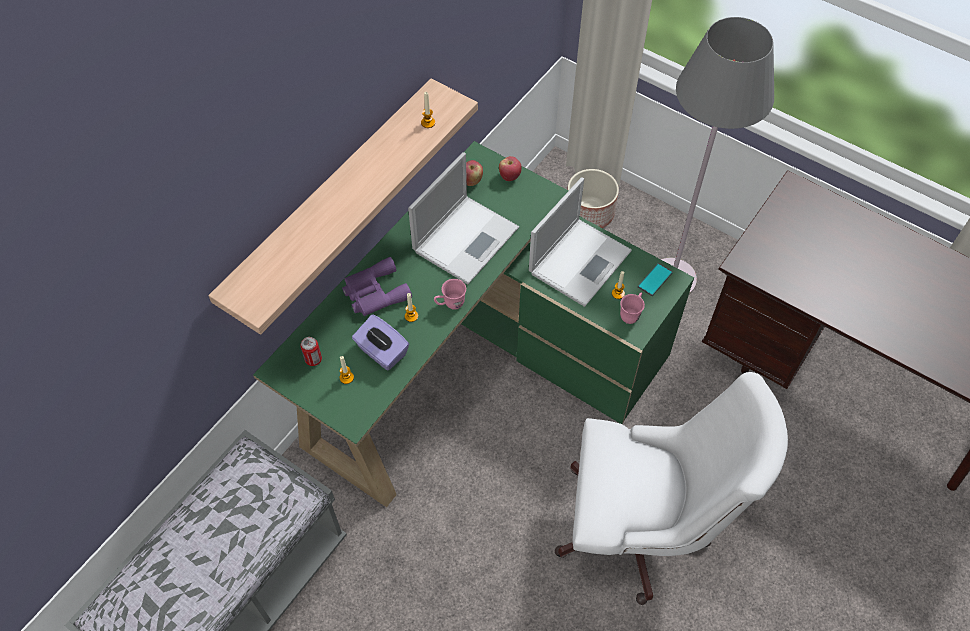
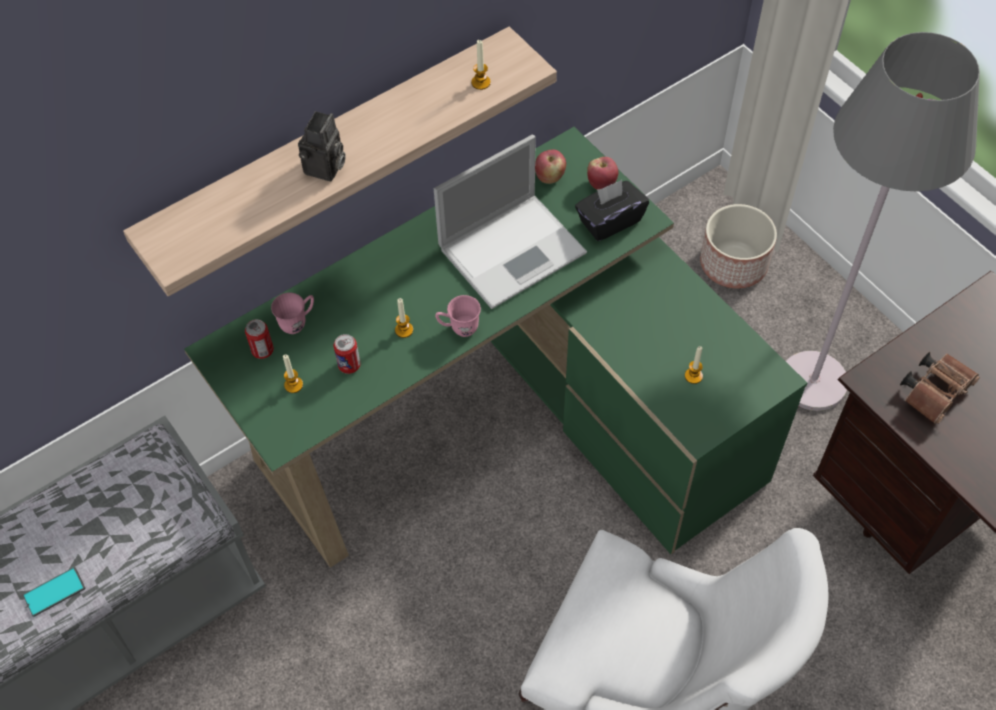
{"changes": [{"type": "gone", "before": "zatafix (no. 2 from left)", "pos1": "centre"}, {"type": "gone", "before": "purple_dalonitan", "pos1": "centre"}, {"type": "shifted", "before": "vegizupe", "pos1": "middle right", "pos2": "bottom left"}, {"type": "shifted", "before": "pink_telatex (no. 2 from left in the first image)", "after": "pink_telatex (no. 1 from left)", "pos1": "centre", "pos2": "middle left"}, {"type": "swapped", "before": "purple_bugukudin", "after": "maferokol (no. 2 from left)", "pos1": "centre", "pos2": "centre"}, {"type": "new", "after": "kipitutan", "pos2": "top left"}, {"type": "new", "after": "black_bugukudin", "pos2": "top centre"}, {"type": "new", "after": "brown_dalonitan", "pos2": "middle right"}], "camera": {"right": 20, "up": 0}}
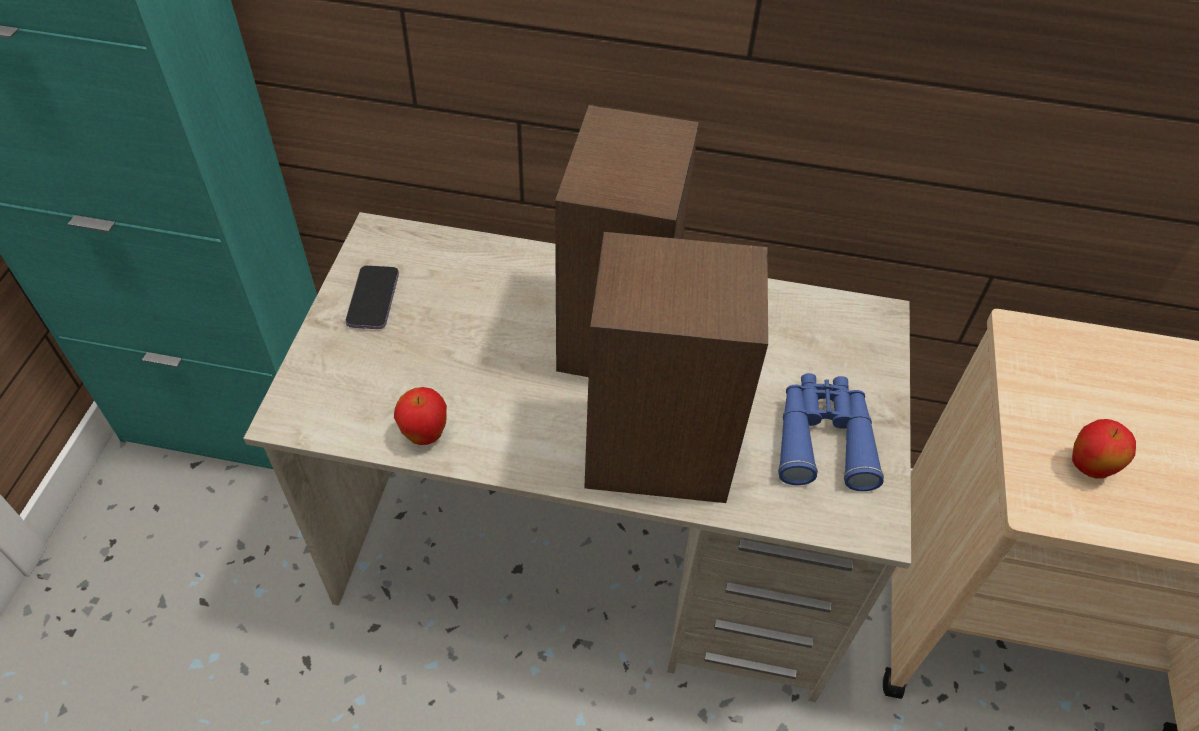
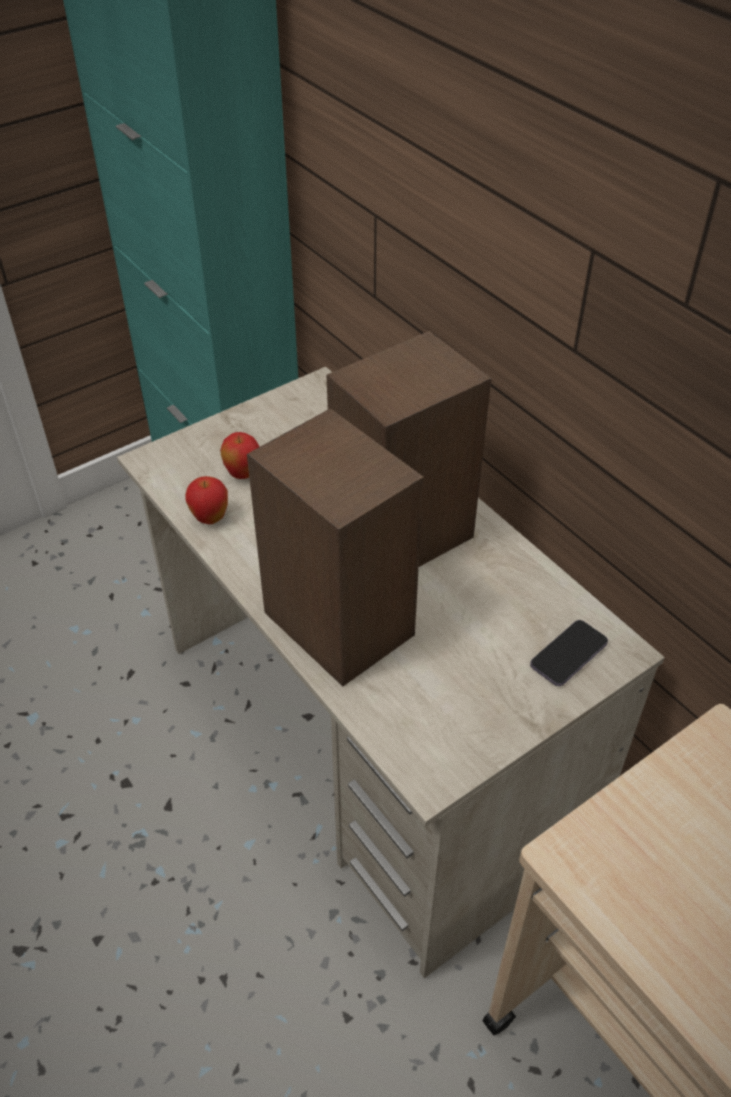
{"changes": [{"type": "shifted", "before": "vegizupe", "pos1": "middle left", "pos2": "middle right"}, {"type": "gone", "before": "blue_dalonitan", "pos1": "middle right"}, {"type": "shifted", "before": "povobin (no. 2 from left)", "pos1": "middle right", "pos2": "middle left"}], "camera": {"right": 45, "up": -5}}
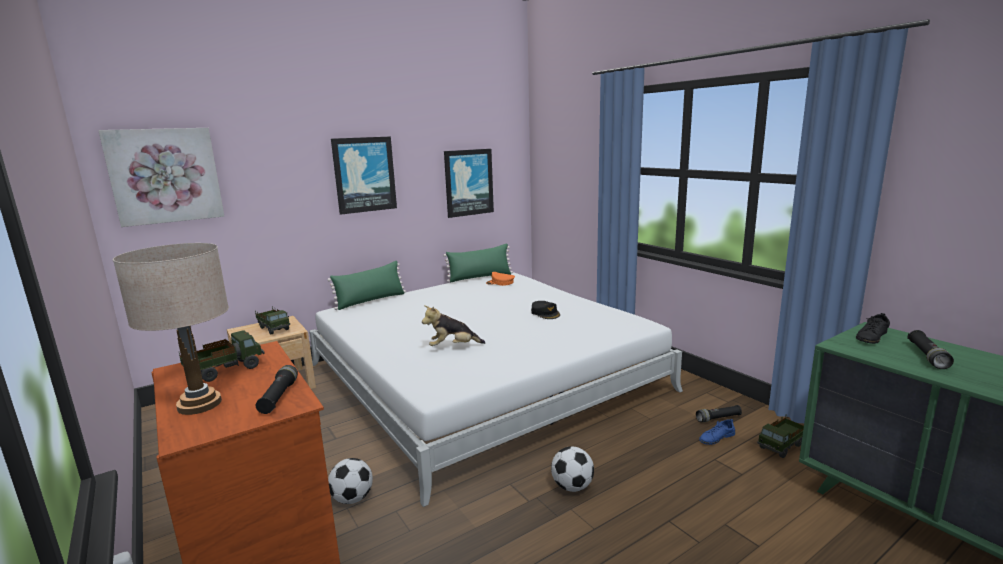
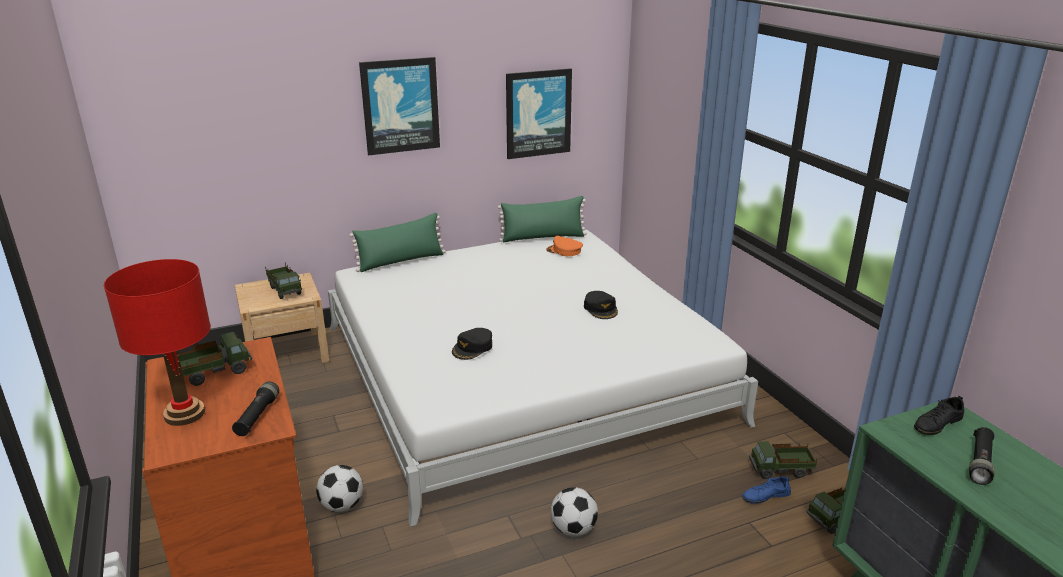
{"changes": [{"type": "gone", "before": "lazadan (no. 1 from left)", "pos1": "top left"}, {"type": "repainted", "before": "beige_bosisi", "after": "red_bosisi", "pos1": "middle left", "pos2": "middle left"}, {"type": "swapped", "before": "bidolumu", "after": "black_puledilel (no. 1 from left)", "pos1": "centre", "pos2": "centre"}, {"type": "swapped", "before": "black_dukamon (no. 2 from left)", "after": "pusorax (no. 3 from left)", "pos1": "bottom right", "pos2": "bottom right"}], "camera": {"right": 10, "up": 10}}
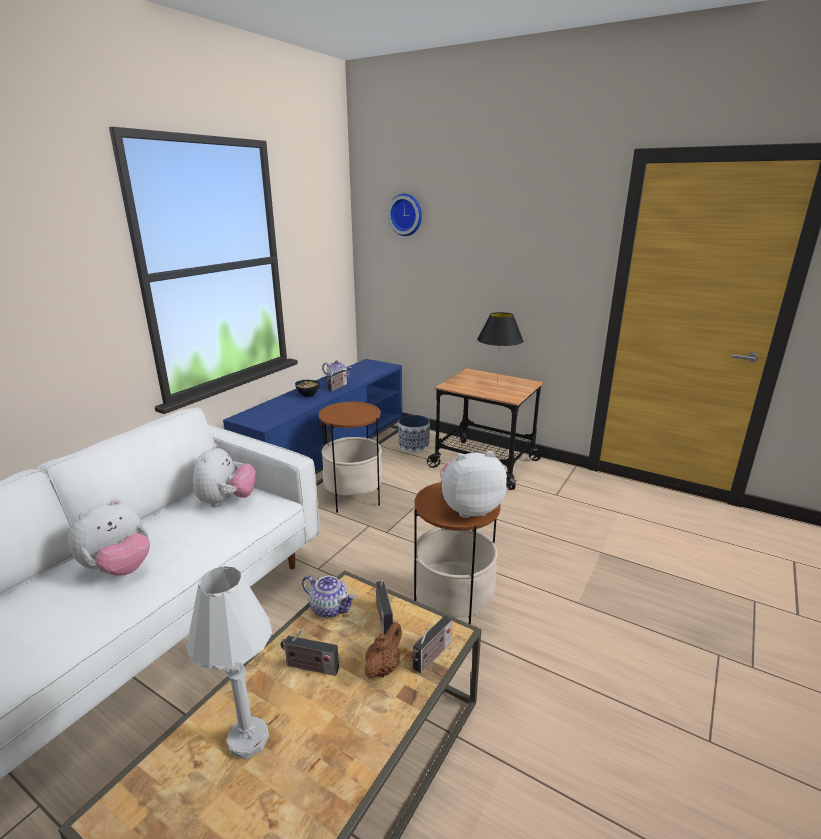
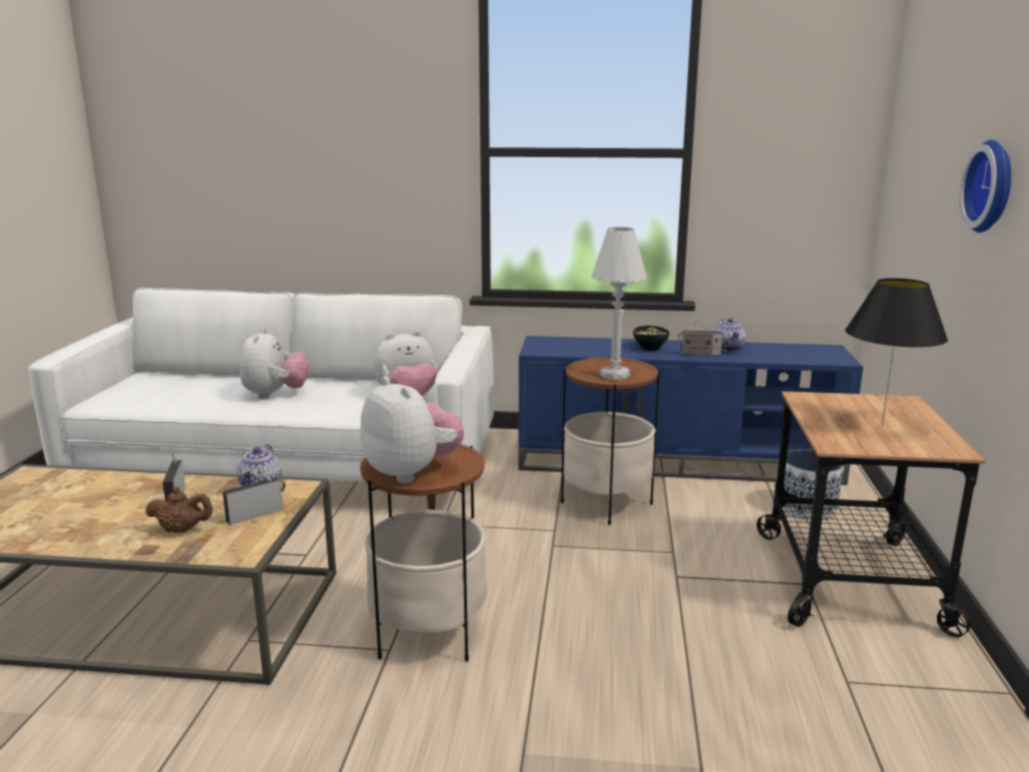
{"changes": [{"type": "shifted", "before": "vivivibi", "pos1": "top centre", "pos2": "top right"}, {"type": "rotated", "before": "bidolumu (no. 1 from left)", "pos1": "middle left", "pos2": "middle left", "turn": -105}, {"type": "shifted", "before": "white_bosisi", "pos1": "bottom left", "pos2": "centre"}, {"type": "gone", "before": "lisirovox (no. 4 from left)", "pos1": "bottom centre"}], "camera": {"right": 65, "up": -5}}
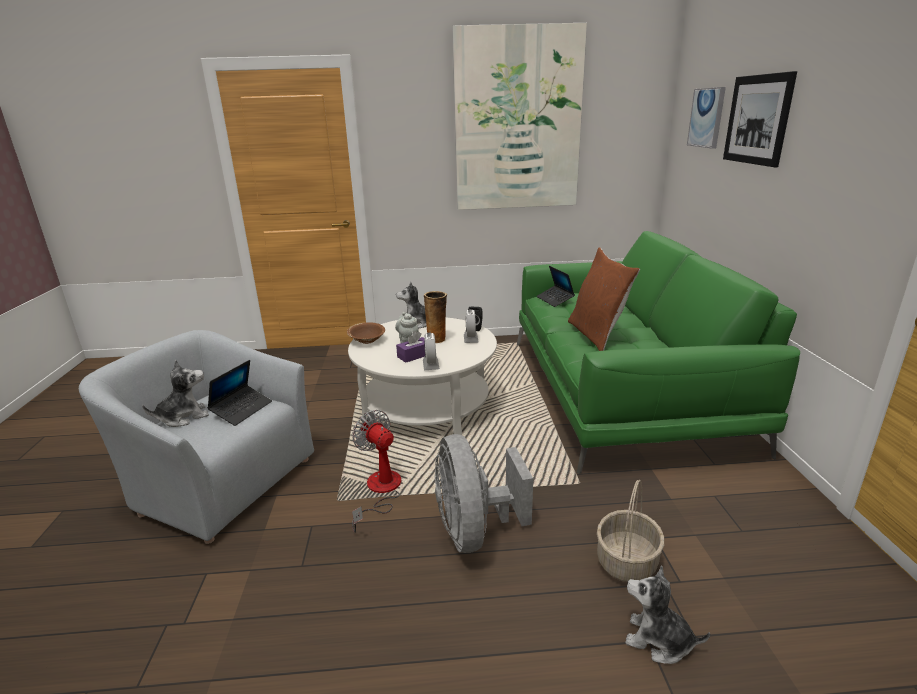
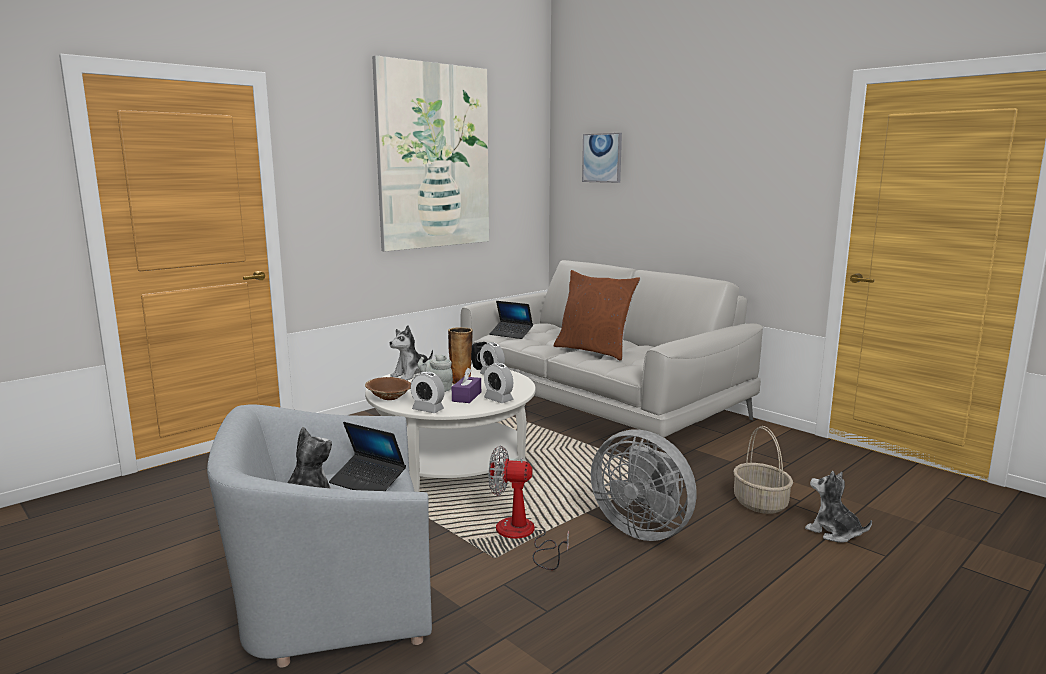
{"changes": [{"type": "gone", "before": "lazadan (no. 3 from left)", "pos1": "top right"}, {"type": "repainted", "before": "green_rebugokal", "after": "grey_rebugokal", "pos1": "middle right", "pos2": "centre"}, {"type": "rotated", "before": "zatafix (no. 1 from left)", "pos1": "middle left", "pos2": "bottom centre", "turn": 135}, {"type": "rotated", "before": "bidolumu (no. 3 from left)", "pos1": "bottom right", "pos2": "bottom right", "turn": 60}, {"type": "new", "after": "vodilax (no. 1 from left)", "pos2": "centre"}], "camera": {"right": -40, "up": -10}}
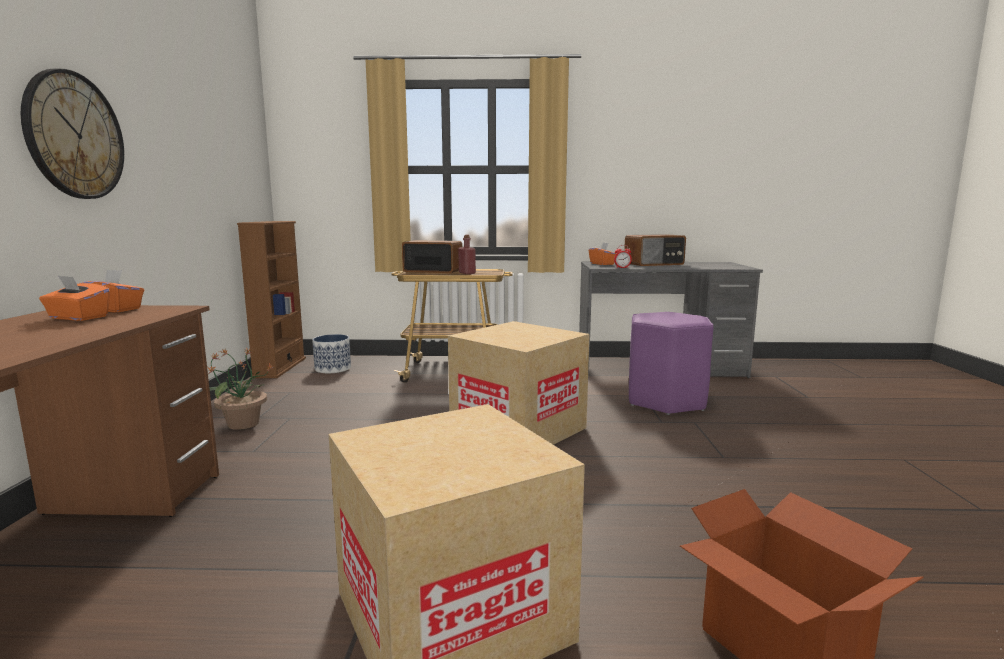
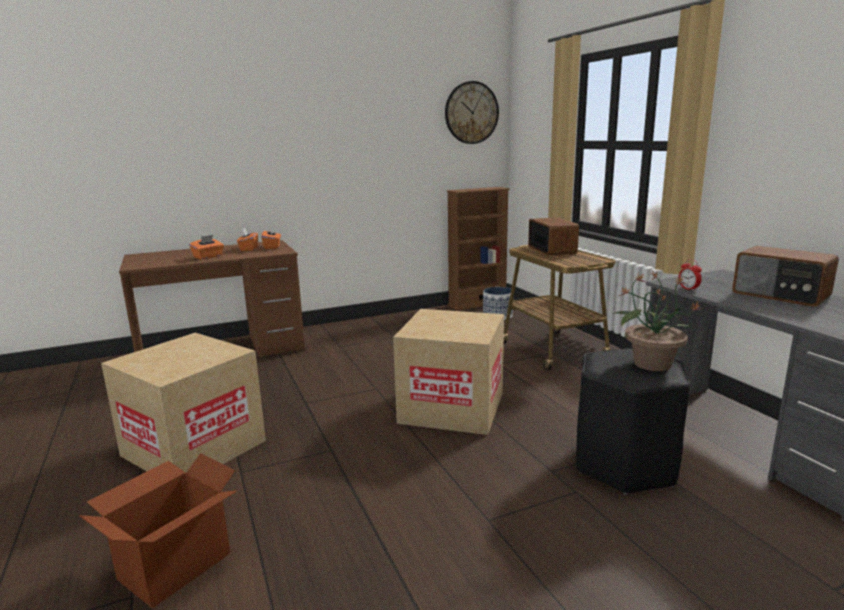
{"changes": [{"type": "shifted", "before": "vivivibi", "pos1": "top left", "pos2": "top centre"}, {"type": "gone", "before": "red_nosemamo", "pos1": "centre"}, {"type": "shifted", "before": "orange_bugukudin (no. 3 from left in the first image)", "after": "orange_bugukudin (no. 1 from left)", "pos1": "centre", "pos2": "middle left"}, {"type": "repainted", "before": "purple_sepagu", "after": "black_sepagu", "pos1": "middle right", "pos2": "bottom right"}, {"type": "shifted", "before": "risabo", "pos1": "middle left", "pos2": "middle right"}], "camera": {"right": 65, "up": 5}}
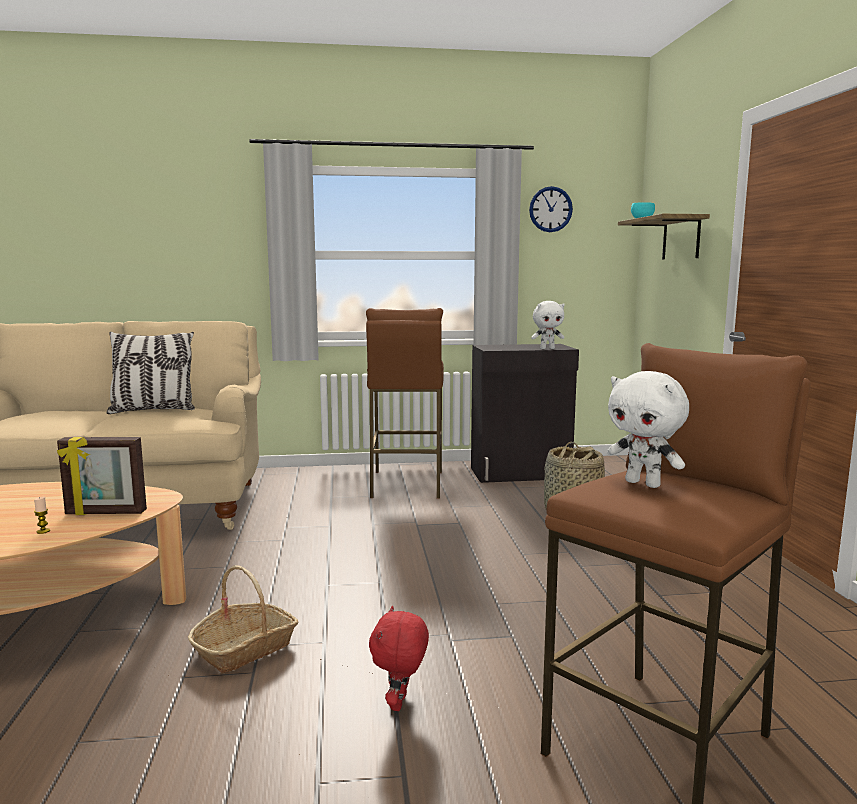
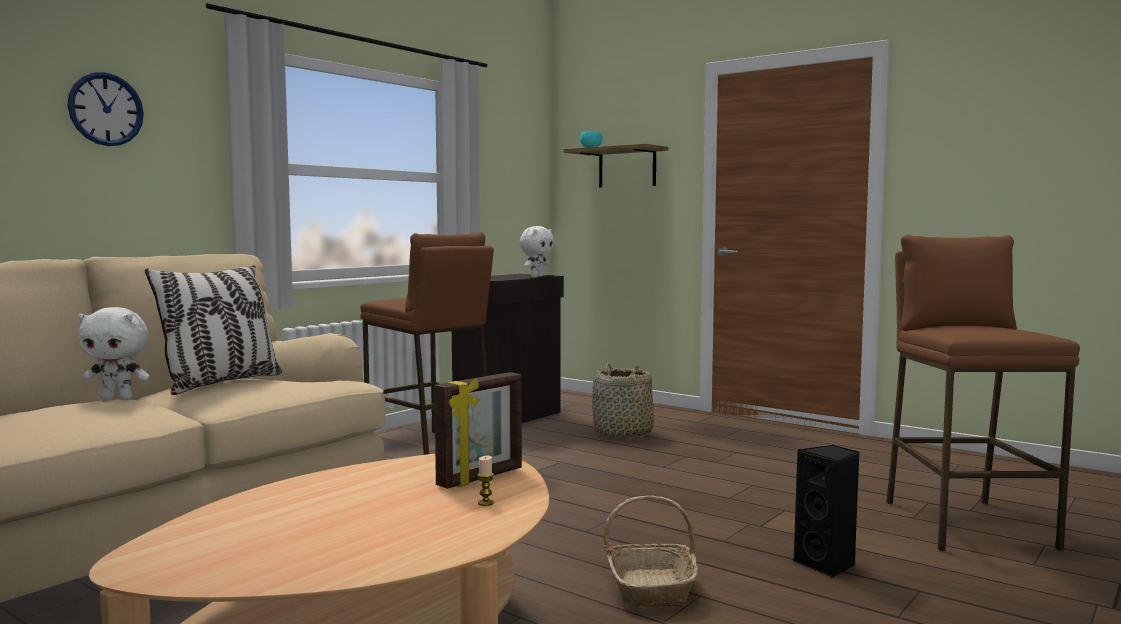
{"changes": [{"type": "shifted", "before": "vivivibi", "pos1": "top centre", "pos2": "top left"}, {"type": "shifted", "before": "white_bidolumu (no. 2 from left in the first image)", "after": "white_bidolumu (no. 1 from left)", "pos1": "middle right", "pos2": "middle left"}, {"type": "swapped", "before": "red_bidolumu", "after": "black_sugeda", "pos1": "bottom centre", "pos2": "bottom right"}], "camera": {"right": -45, "up": -5}}
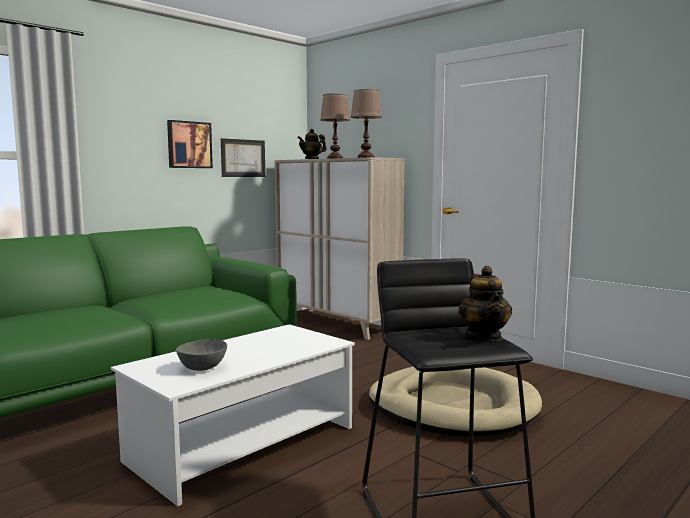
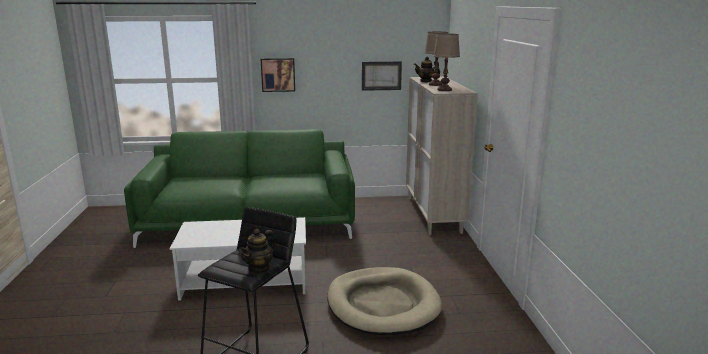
{"changes": [{"type": "shifted", "before": "lazadan (no. 1 from left)", "pos1": "top left", "pos2": "top centre"}, {"type": "gone", "before": "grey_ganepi", "pos1": "bottom left"}], "camera": {"right": 40, "up": 10}}
